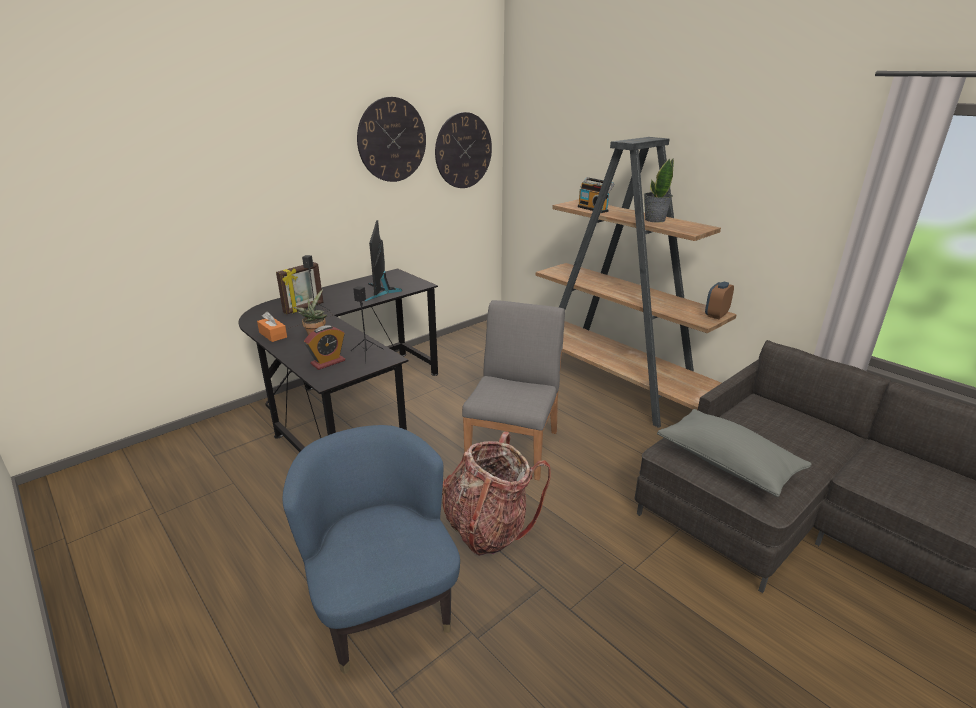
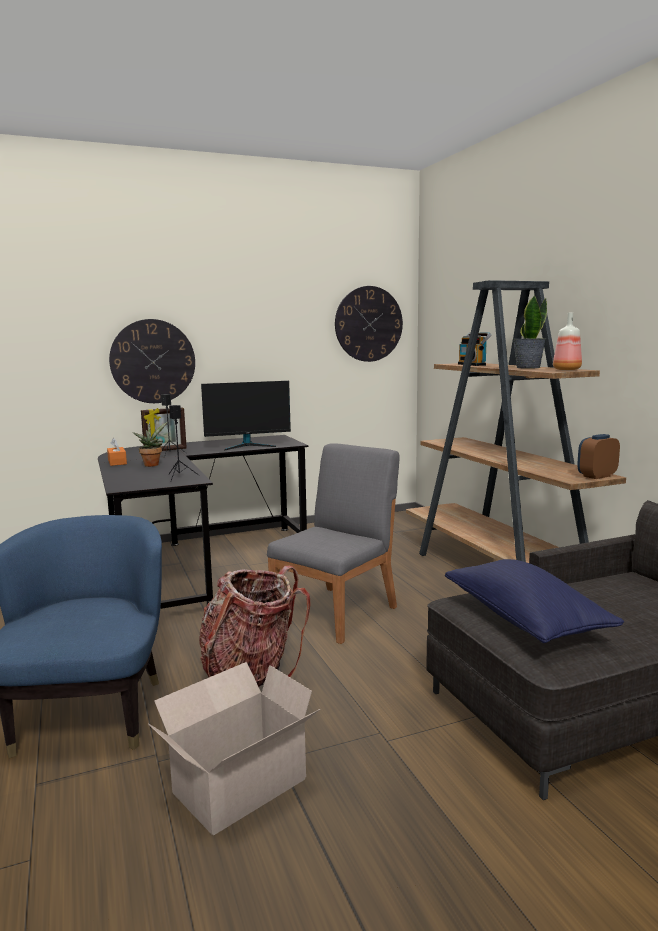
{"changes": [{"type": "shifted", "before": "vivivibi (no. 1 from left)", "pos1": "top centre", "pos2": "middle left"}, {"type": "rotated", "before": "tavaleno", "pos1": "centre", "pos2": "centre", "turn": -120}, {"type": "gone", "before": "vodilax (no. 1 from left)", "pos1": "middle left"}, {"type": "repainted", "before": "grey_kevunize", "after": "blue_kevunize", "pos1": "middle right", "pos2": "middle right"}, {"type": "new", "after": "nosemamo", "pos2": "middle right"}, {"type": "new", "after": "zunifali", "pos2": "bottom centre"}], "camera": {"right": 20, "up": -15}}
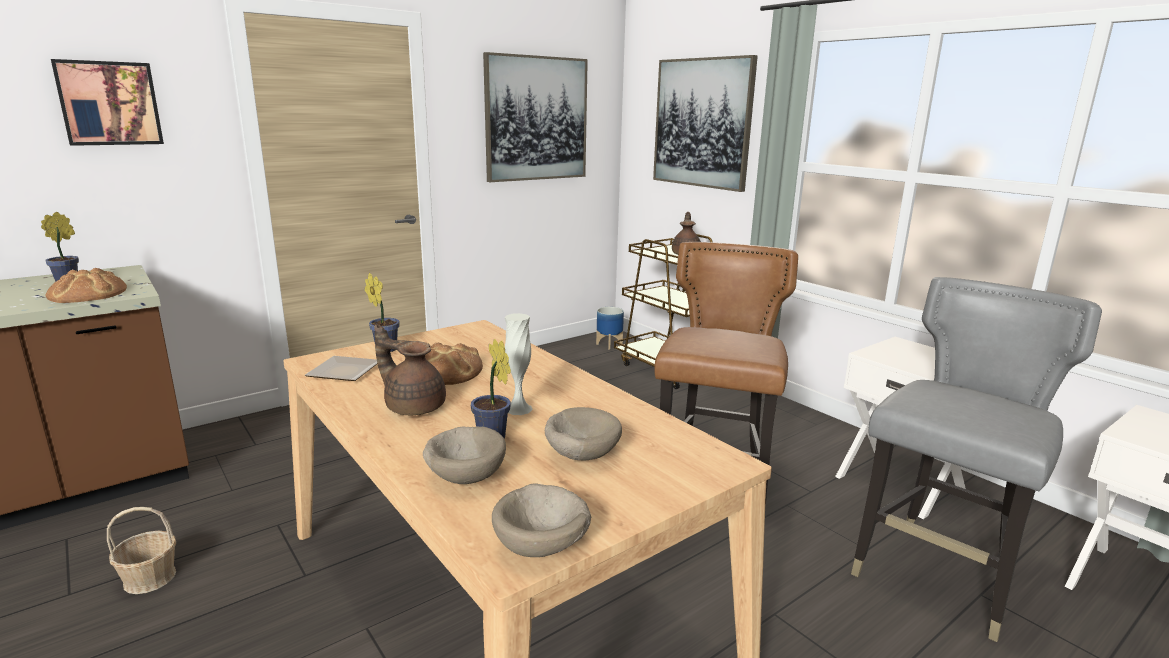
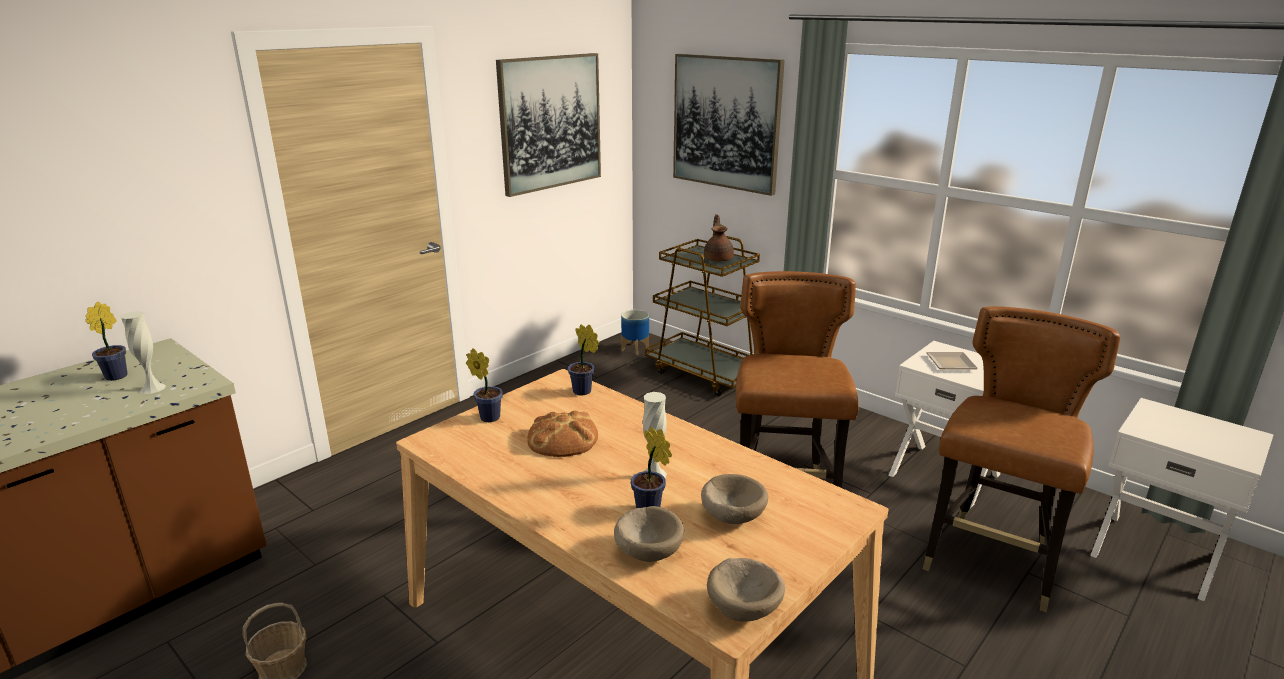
{"changes": [{"type": "gone", "before": "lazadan (no. 1 from left)", "pos1": "top left"}, {"type": "swapped", "before": "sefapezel (no. 1 from left)", "after": "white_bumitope (no. 1 from left)", "pos1": "middle left", "pos2": "middle left"}, {"type": "repainted", "before": "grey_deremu", "after": "brown_deremu (no. 2 from left)", "pos1": "bottom right", "pos2": "bottom right"}, {"type": "gone", "before": "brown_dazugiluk (no. 1 from left)", "pos1": "centre"}, {"type": "shifted", "before": "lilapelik", "pos1": "middle left", "pos2": "middle right"}, {"type": "new", "after": "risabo (no. 3 from left)", "pos2": "centre"}], "camera": {"right": -10, "up": 5}}
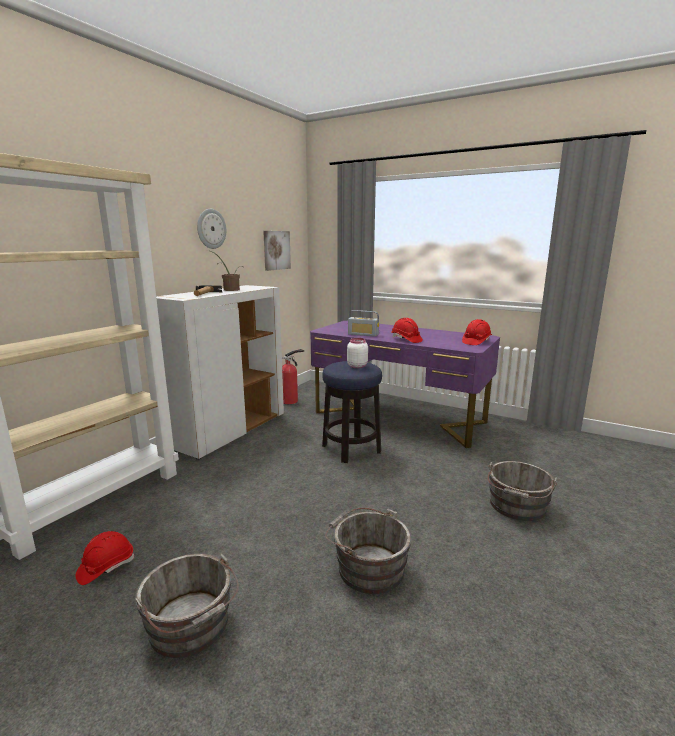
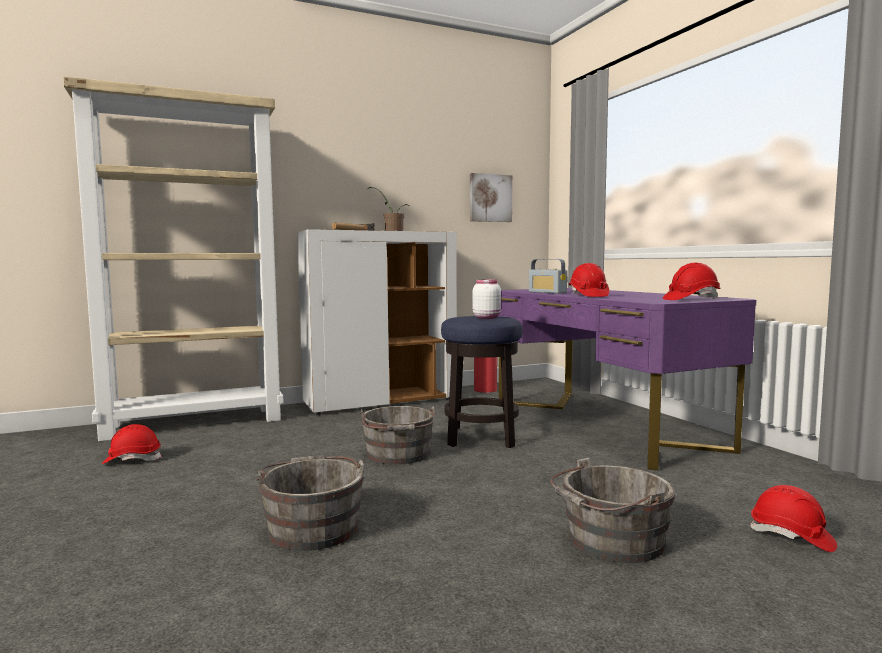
{"changes": [{"type": "gone", "before": "vivivibi", "pos1": "top left"}, {"type": "shifted", "before": "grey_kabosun (no. 1 from left in the first image)", "after": "grey_kabosun (no. 2 from left)", "pos1": "bottom left", "pos2": "centre"}, {"type": "new", "after": "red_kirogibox (no. 4 from left)", "pos2": "bottom right"}], "camera": {"right": 35, "up": -10}}
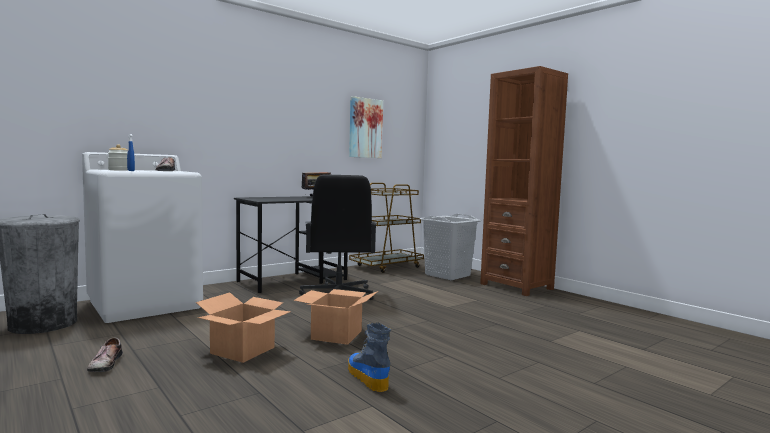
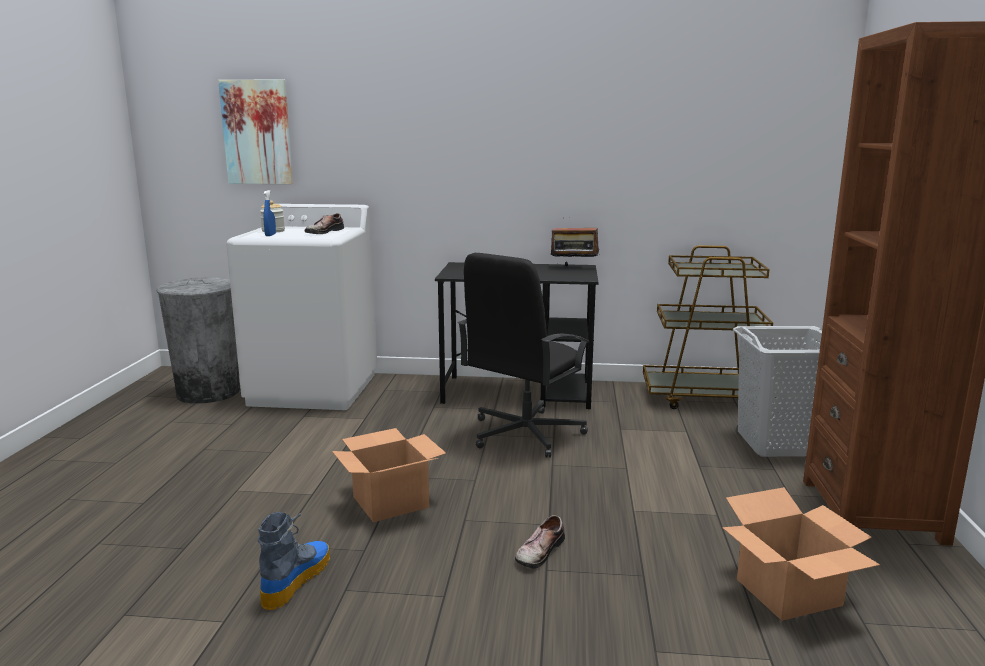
{"changes": [{"type": "shifted", "before": "lazadan", "pos1": "top centre", "pos2": "top left"}, {"type": "shifted", "before": "zunifali (no. 1 from left in the first image)", "after": "zunifali (no. 2 from left)", "pos1": "bottom left", "pos2": "bottom right"}, {"type": "shifted", "before": "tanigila (no. 1 from left in the first image)", "after": "tanigila (no. 2 from left)", "pos1": "bottom left", "pos2": "bottom centre"}], "camera": {"right": 45, "up": 10}}
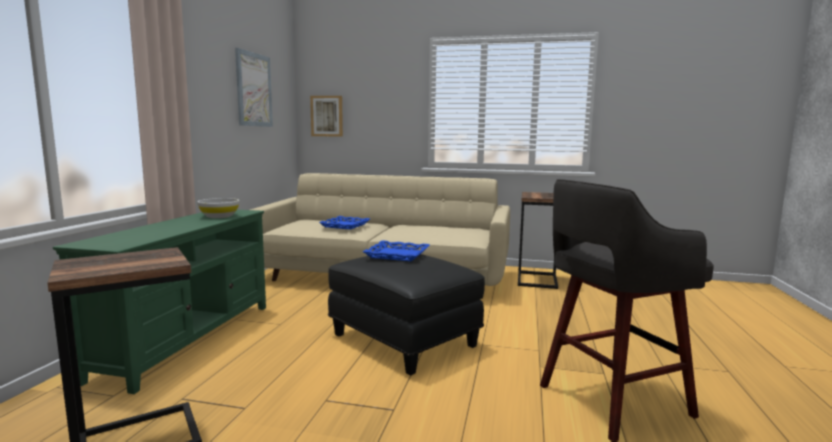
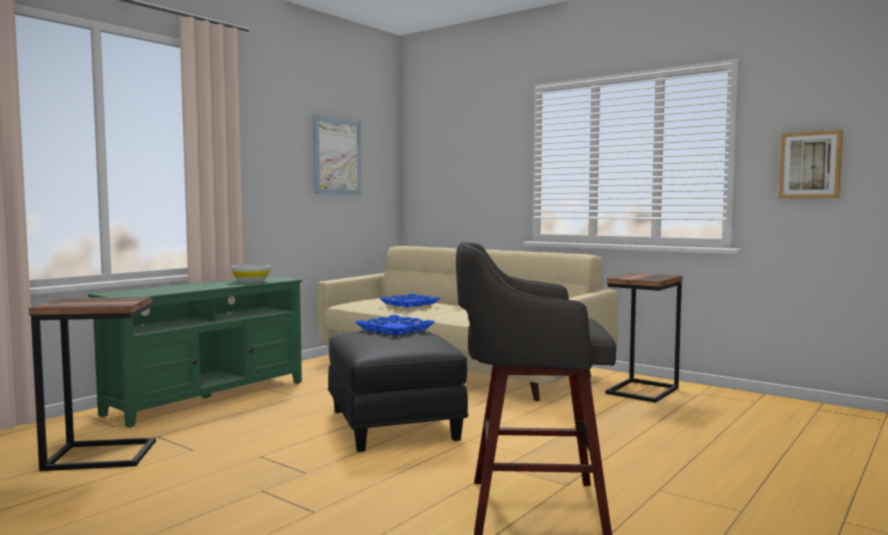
{"changes": [{"type": "shifted", "before": "lazadan (no. 2 from left)", "pos1": "top centre", "pos2": "top right"}], "camera": {"right": 25, "up": -5}}
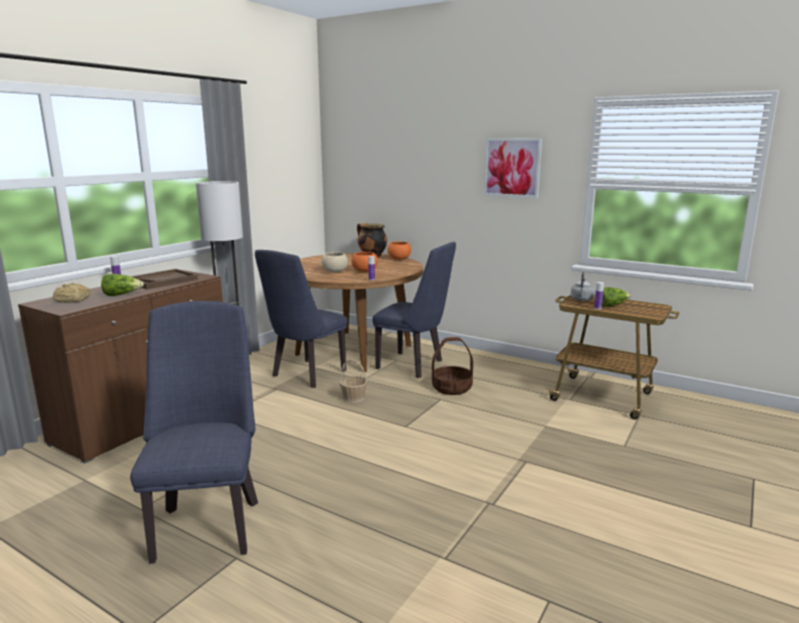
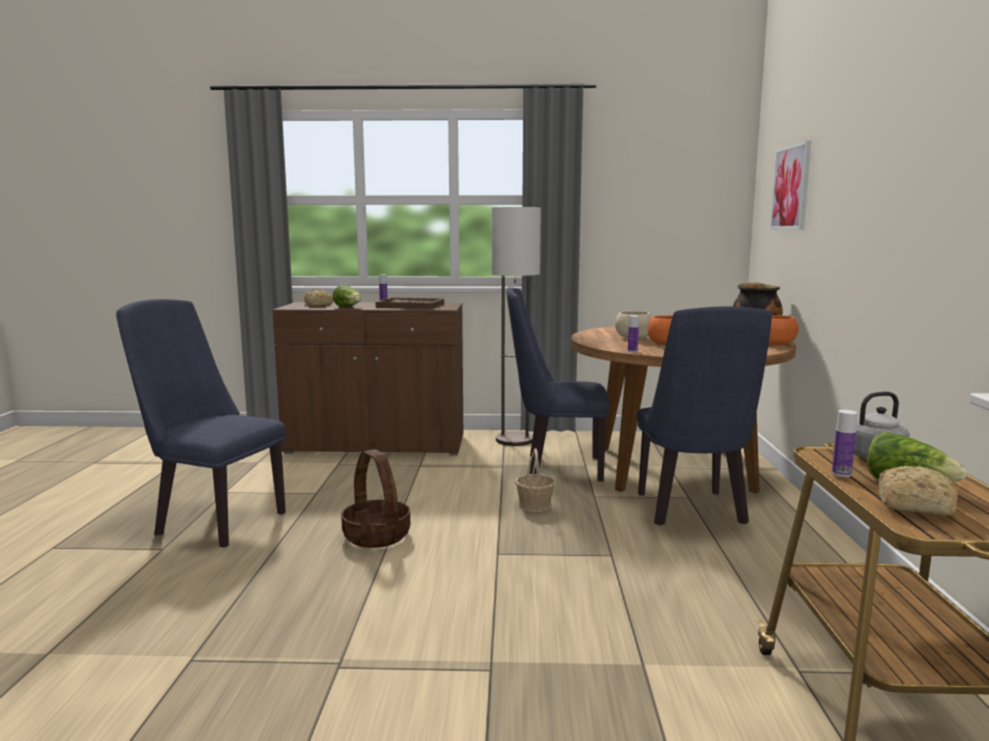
{"changes": [{"type": "shifted", "before": "lazadan", "pos1": "top centre", "pos2": "top right"}, {"type": "rotated", "before": "blue_deremu (no. 1 from left)", "pos1": "bottom left", "pos2": "middle left", "turn": -120}, {"type": "shifted", "before": "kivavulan (no. 2 from left in the first image)", "after": "kivavulan (no. 1 from left)", "pos1": "centre", "pos2": "bottom centre"}, {"type": "new", "after": "sefapezel (no. 2 from left)", "pos2": "middle right"}], "camera": {"right": 60, "up": -5}}
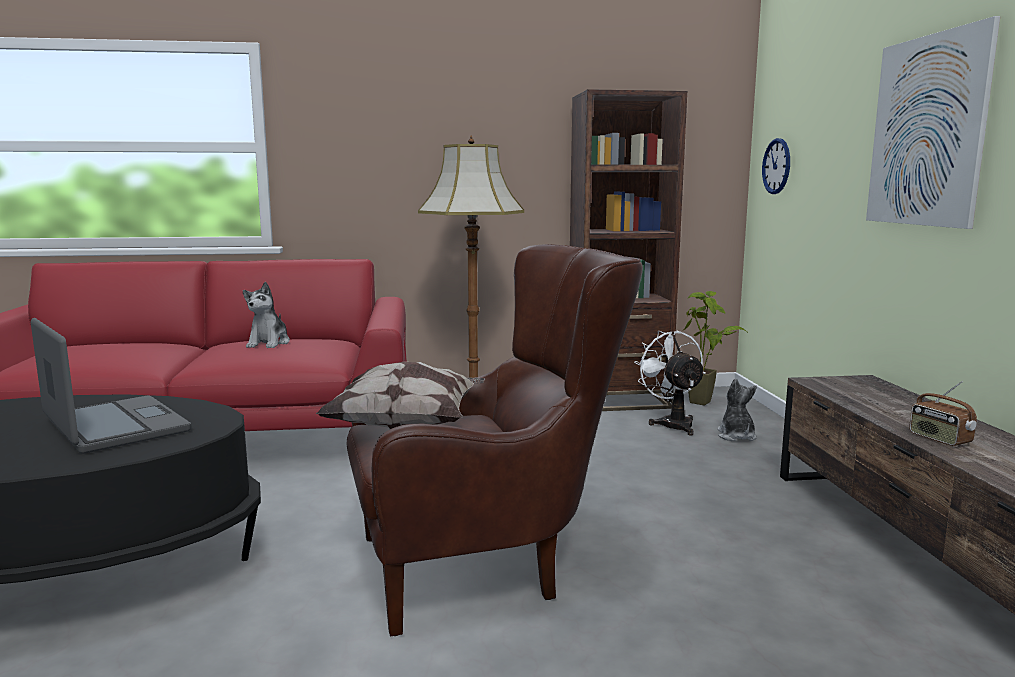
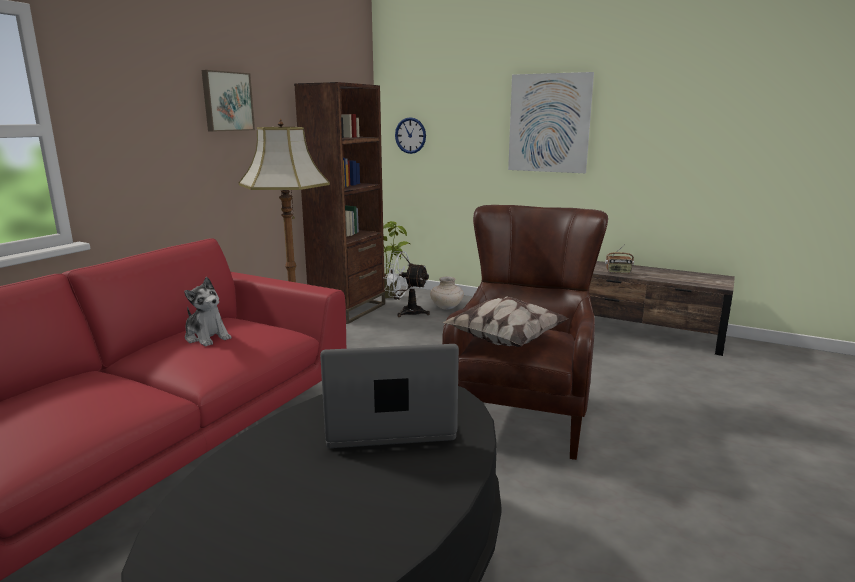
{"changes": [{"type": "swapped", "before": "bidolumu (no. 2 from left)", "after": "beige_bumitope", "pos1": "middle right", "pos2": "centre"}, {"type": "new", "after": "lazadan (no. 1 from left)", "pos2": "top left"}], "camera": {"right": -55, "up": 5}}
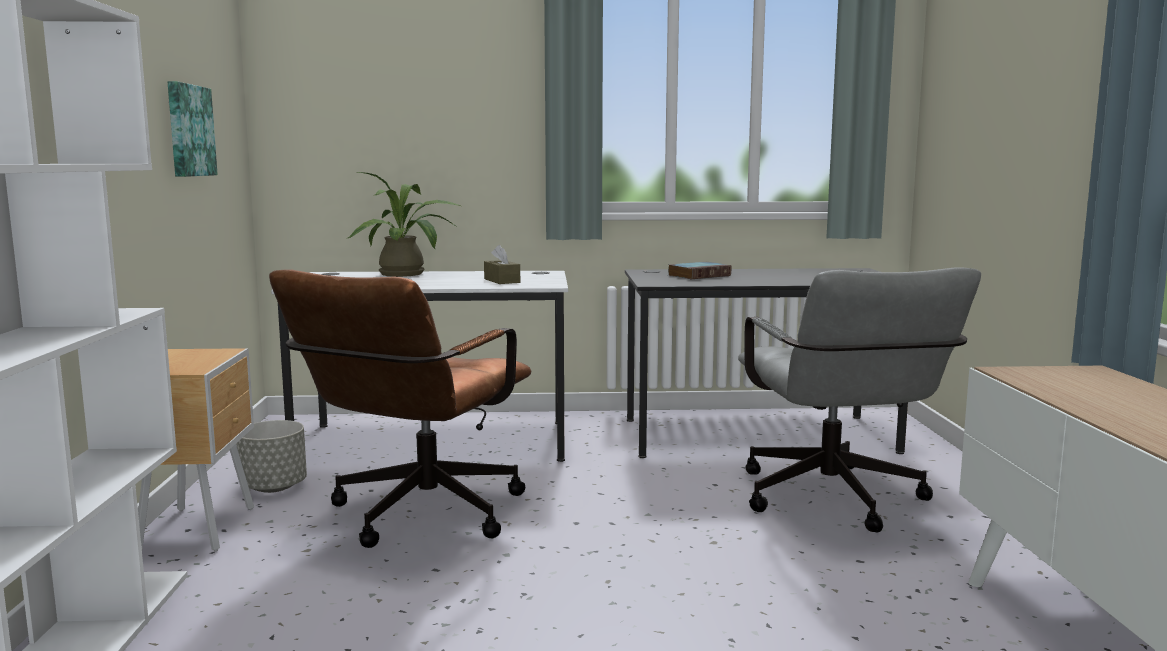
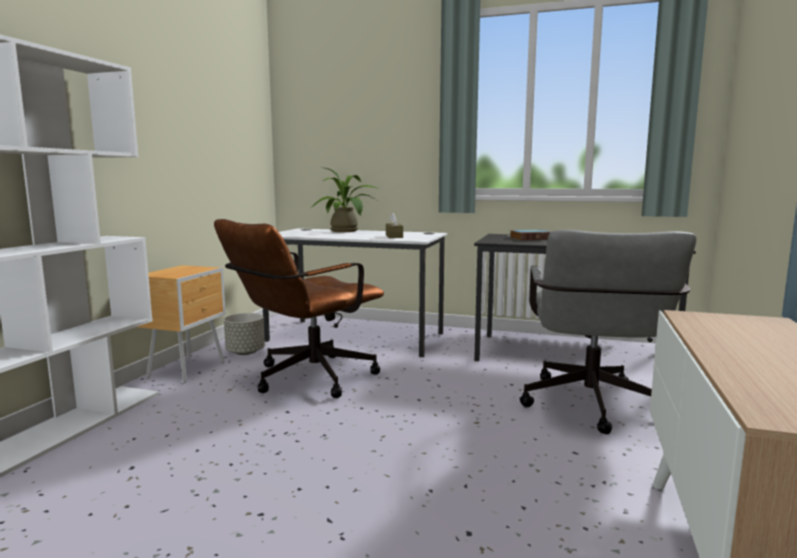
{"changes": [{"type": "gone", "before": "lazadan", "pos1": "top left"}], "camera": {"right": 20, "up": 0}}
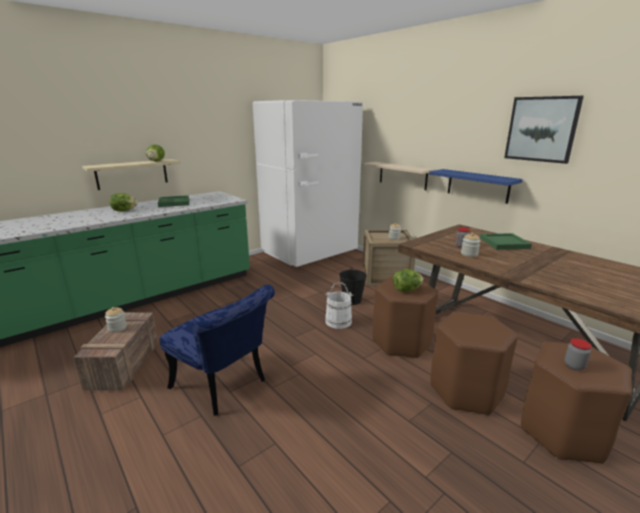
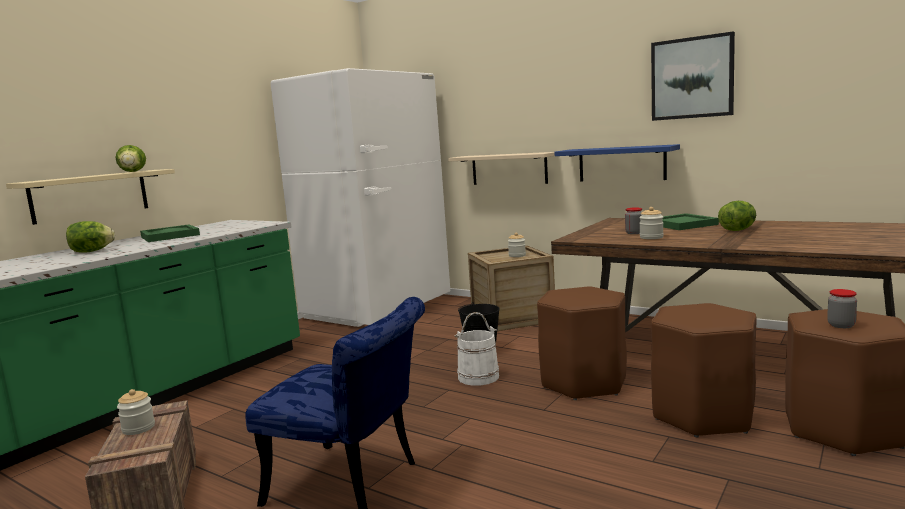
{"changes": [{"type": "shifted", "before": "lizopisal (no. 3 from left)", "pos1": "centre", "pos2": "middle right"}], "camera": {"right": -15, "up": -10}}
